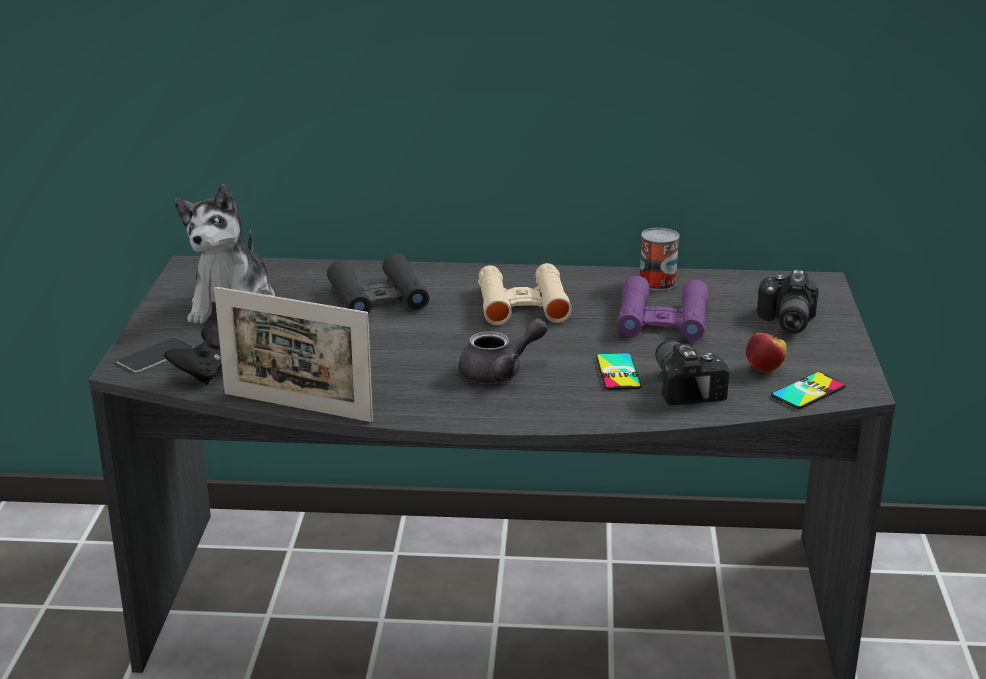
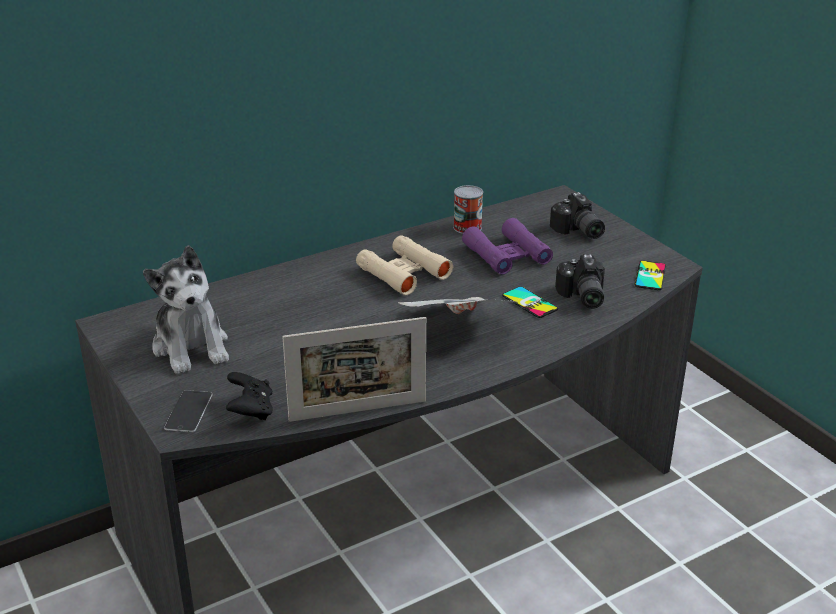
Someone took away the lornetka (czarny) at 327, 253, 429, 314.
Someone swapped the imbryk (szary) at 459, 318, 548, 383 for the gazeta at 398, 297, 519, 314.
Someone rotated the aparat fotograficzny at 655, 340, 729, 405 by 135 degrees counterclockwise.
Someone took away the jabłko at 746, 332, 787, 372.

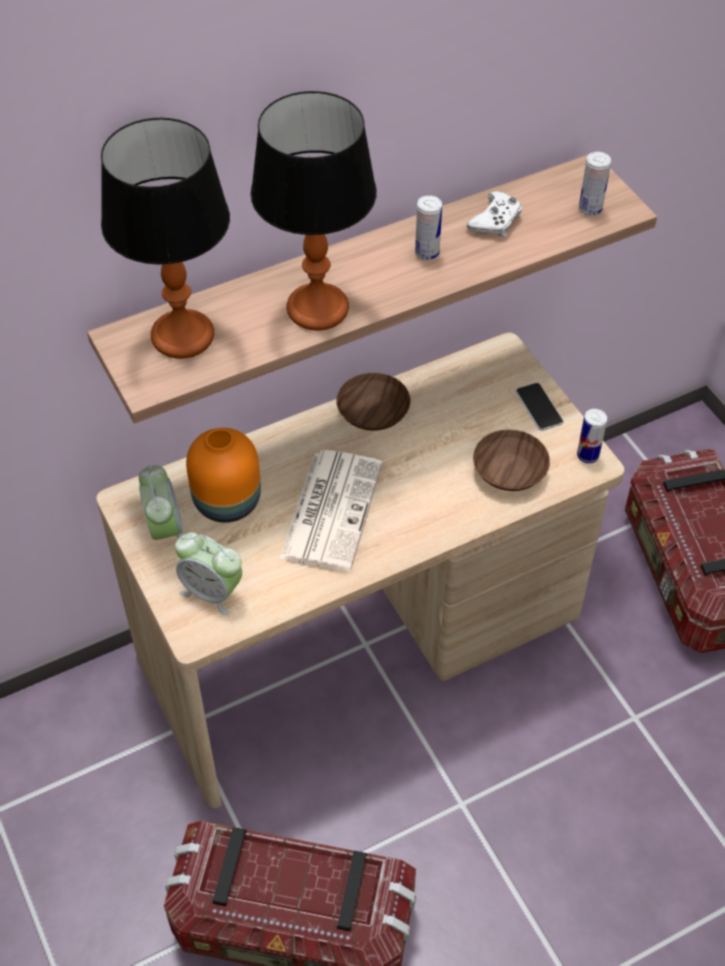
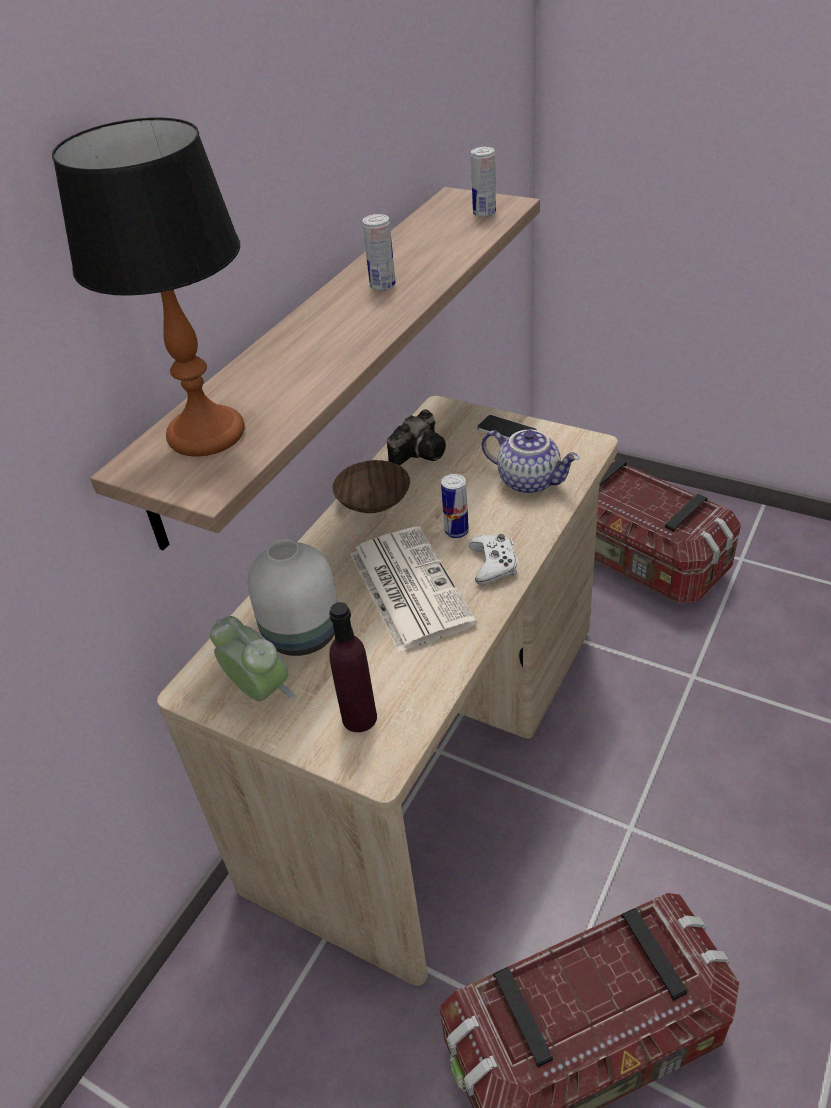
Someone swapped the budzik at 175, 532, 242, 616 for the butelka (fioletowy) at 329, 602, 377, 732.
Someone repainted the wazon (pomarańczowy) at 186, 428, 261, 523, which became the wazon (biały) at 247, 539, 338, 656.
Someone took away the lampa stołowa at 250, 91, 377, 331.
Someone carried the pad do gier (biały) from 467, 191, 522, 237 to 469, 534, 517, 585.
Someone swapped the miska (brązowy) at 473, 429, 550, 491 for the imbryk at 482, 429, 579, 494.
Someone carried the puszka from 577, 409, 607, 463 to 441, 474, 469, 538.
Someone put down the aparat fotograficzny at 387, 410, 446, 466.

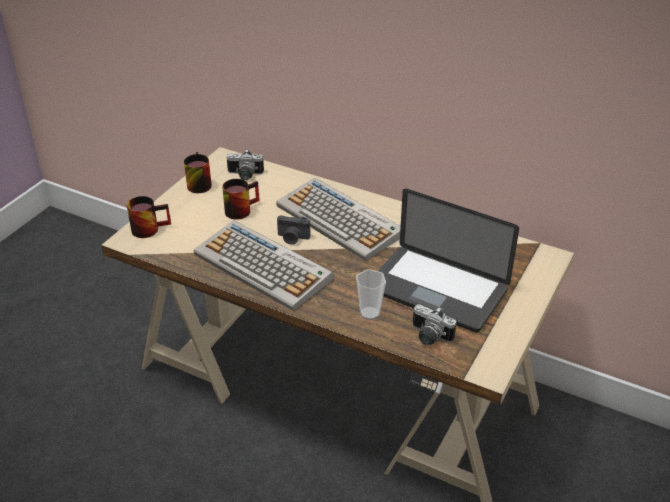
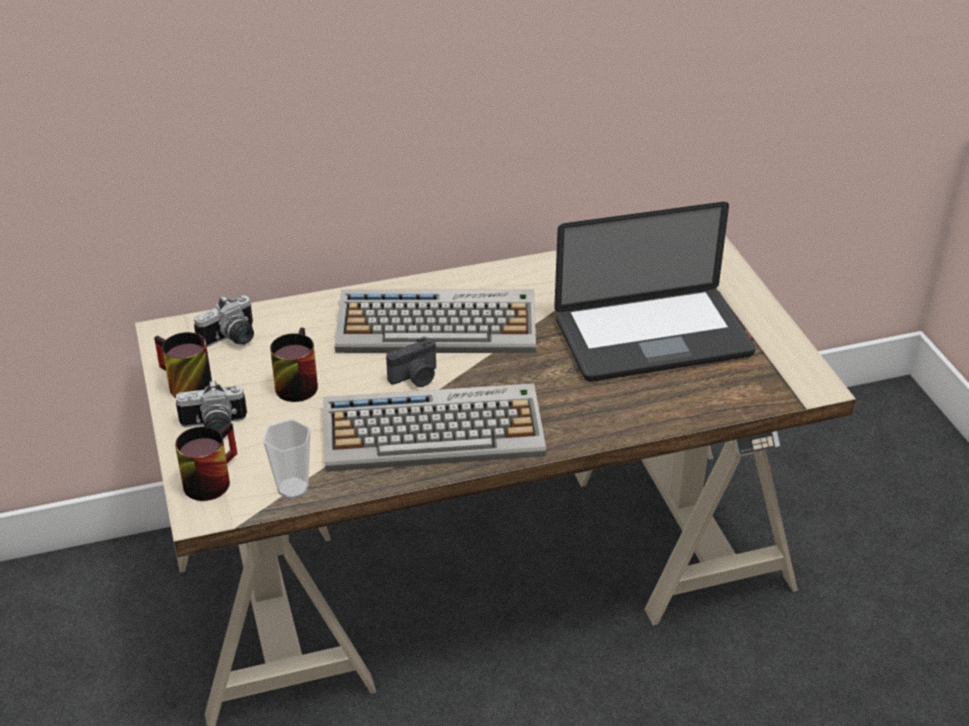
Someone carried the filiżanka from 356, 269, 386, 320 to 263, 419, 311, 499.
Someone carried the aparat fotograficzny from 413, 304, 456, 345 to 176, 380, 247, 431.

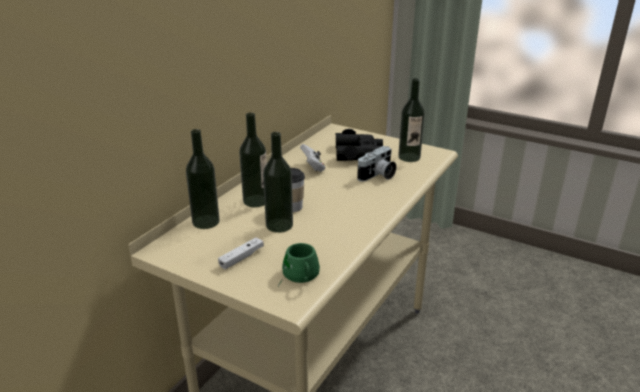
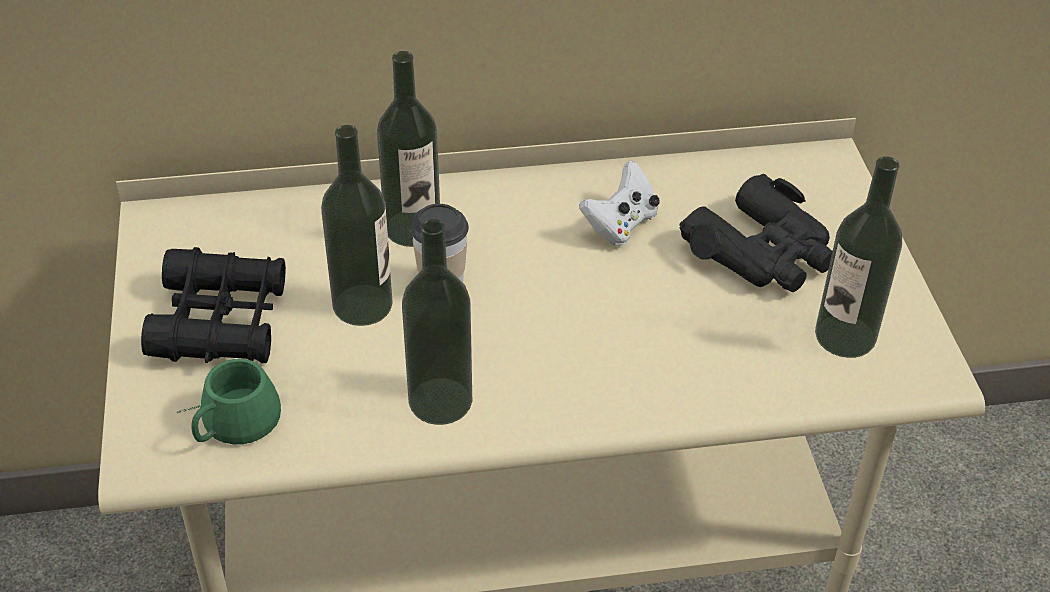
Someone carried the butelka from 186, 129, 220, 229 to 402, 219, 472, 425.
Someone swapped the pad do gier (biały) at 218, 237, 264, 269 for the lornetka (czarny) at 141, 247, 286, 363.
Someone took away the aparat fotograficzny at 357, 146, 397, 182.

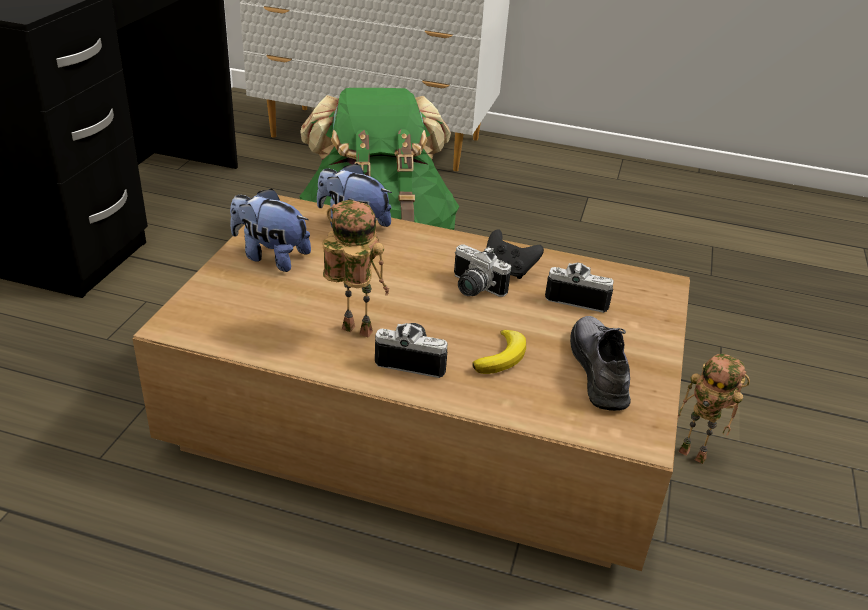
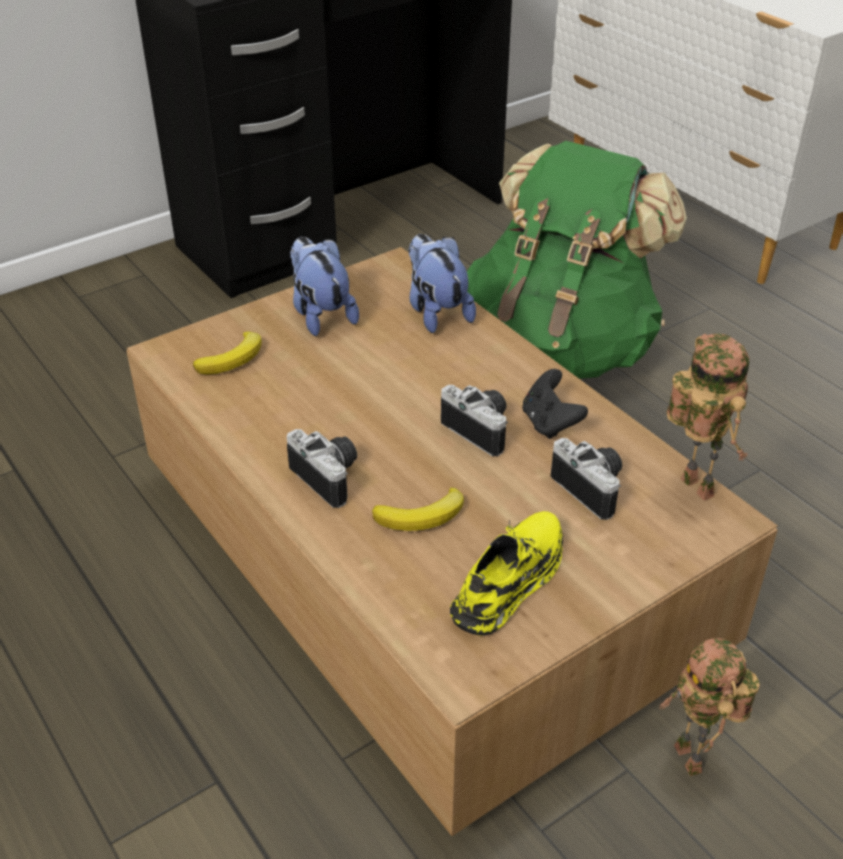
Someone carried the robot zabawkowy from 323, 200, 389, 337 to 666, 333, 749, 501.
Someone rotated the aparat fotograficzny at 454, 244, 511, 297 by 150 degrees clockwise.
Someone repainted the but (szary) at 570, 316, 631, 411, which became the but (żółty) at 450, 511, 563, 636.
Someone put down the banan at 193, 331, 262, 374.

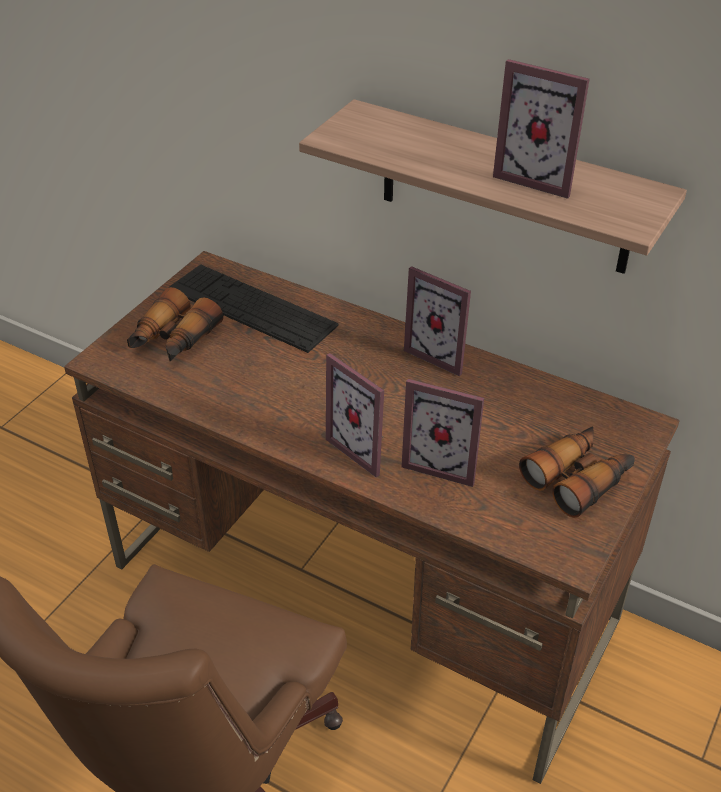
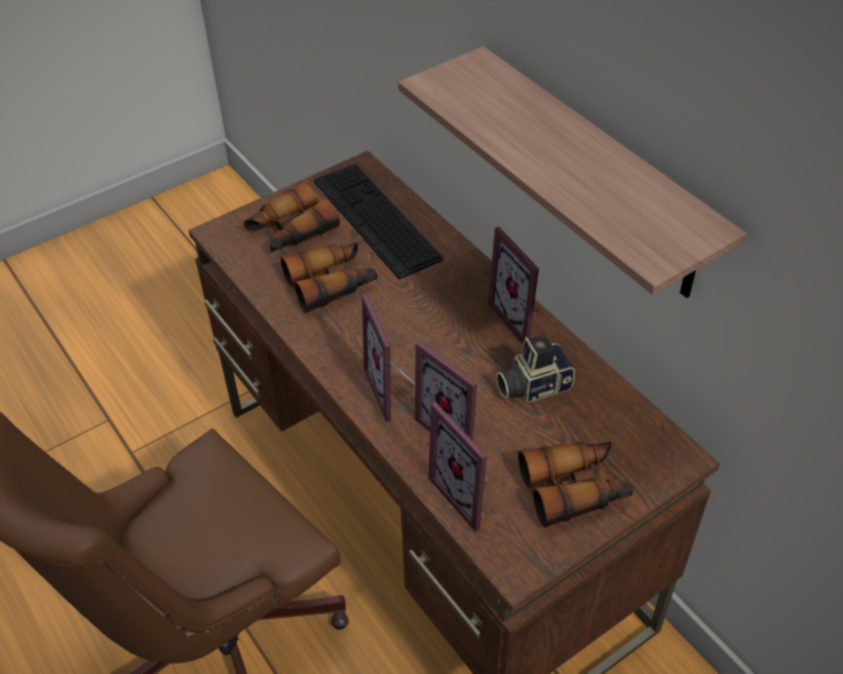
Someone carried the ramka na zdjęcie from 493, 59, 590, 199 to 428, 402, 490, 532.
Someone put down the lornetka at 280, 242, 377, 313.
Someone put down the aparat fotograficzny at 496, 335, 575, 403.

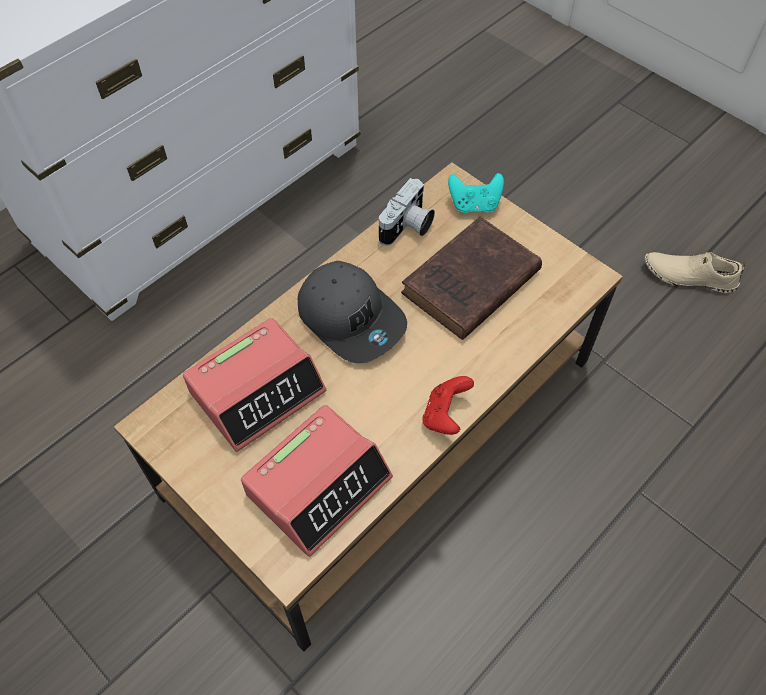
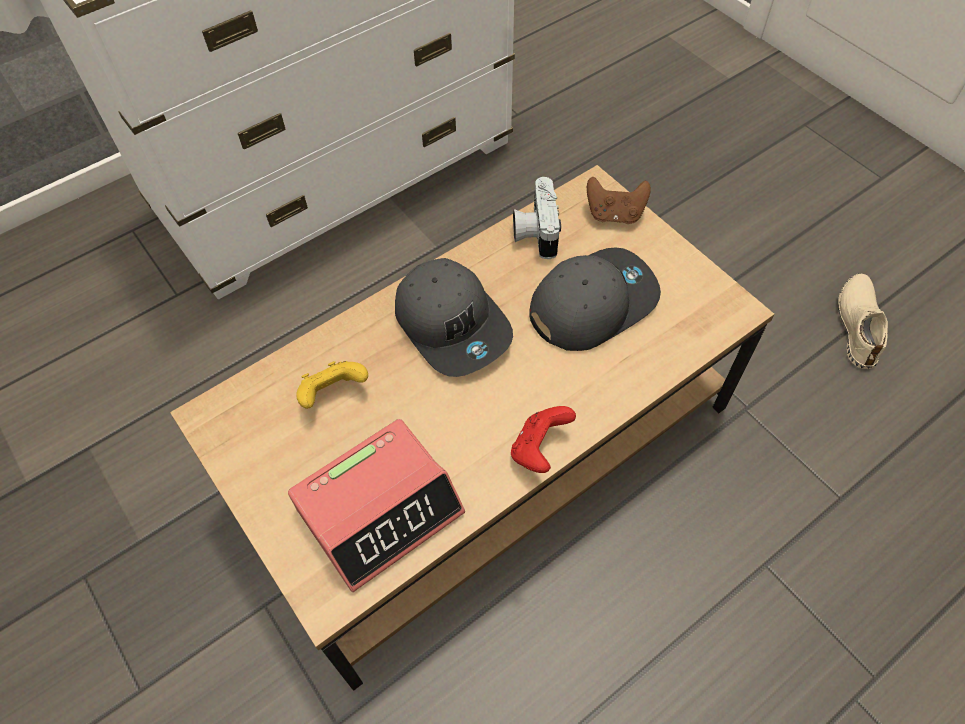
Someone swapped the budzik at 183, 318, 326, 452 for the pad do gier (żółty) at 296, 361, 368, 409.
Someone rotated the aparat fotograficzny at 379, 178, 435, 246 by 135 degrees clockwise.
Someone swapped the książka (brązowy) at 401, 217, 542, 340 for the czapka z daszkiem (szary) at 530, 247, 661, 351.
Someone repainted the pad do gier (turkusowy) at 448, 173, 504, 213, which became the pad do gier (brązowy) at 587, 177, 651, 224.
Someone rotated the but (beżowy) at 645, 252, 745, 293 by 75 degrees clockwise.

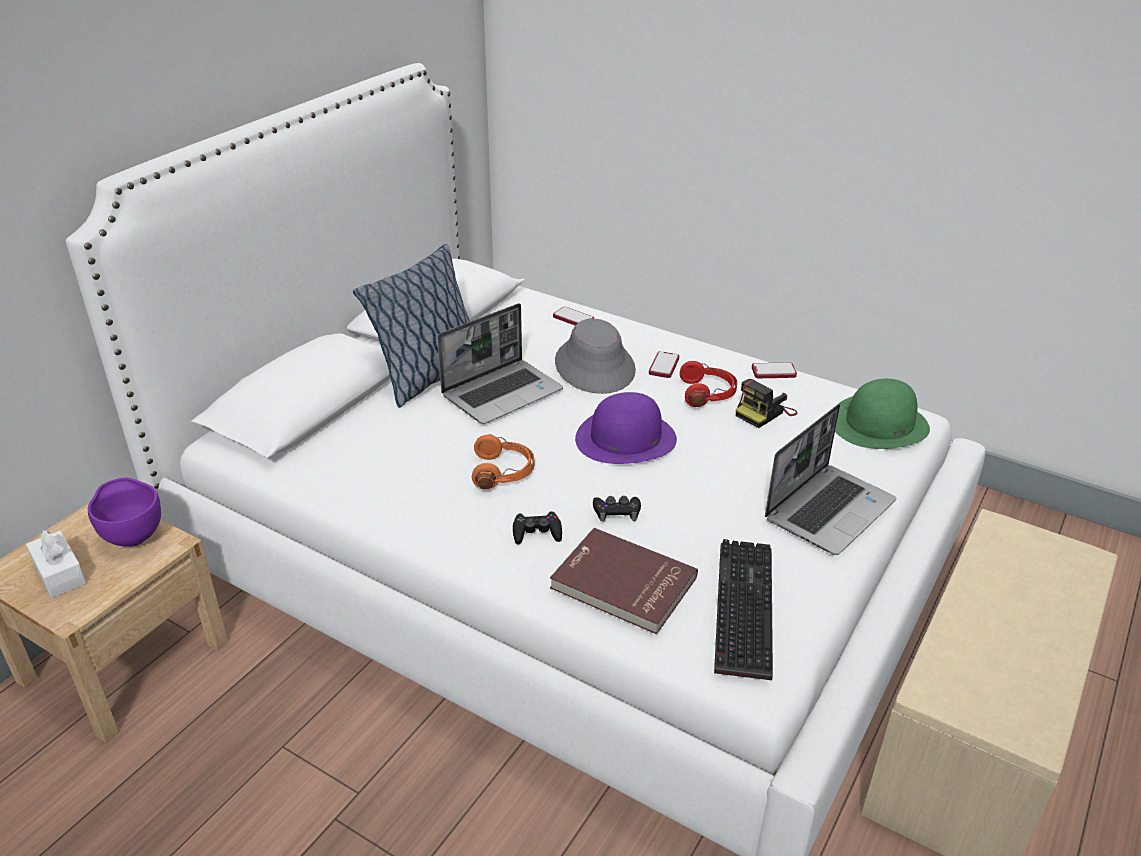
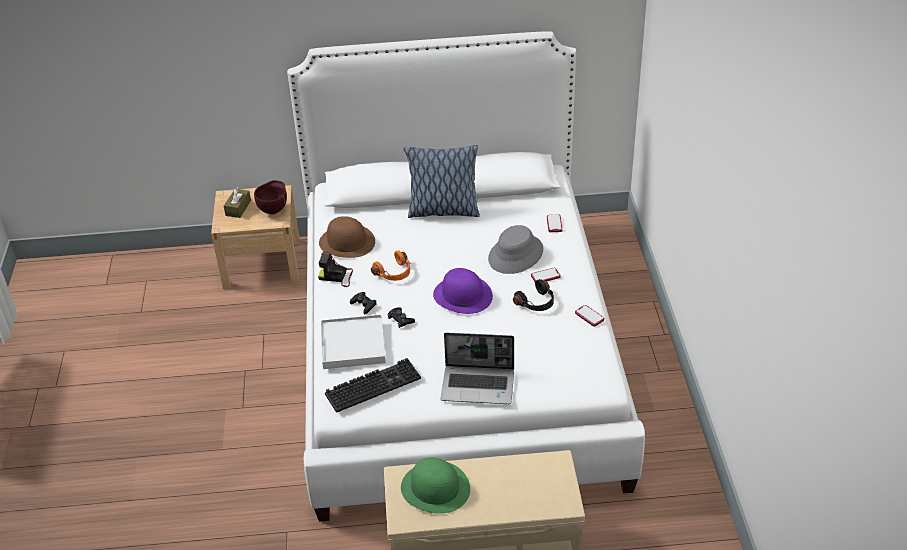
Someone repainted the pudełko chusteczek (biały) at 26, 530, 86, 598, which became the pudełko chusteczek (brązowy) at 224, 187, 251, 218.
Someone repainted the miska (fioletowy) at 88, 478, 161, 546, which became the miska (brązowy) at 254, 180, 287, 214.
Someone took away the laptop at 437, 303, 563, 424.
Someone swapped the książka (czerwony) at 550, 528, 698, 634 for the taca (biały) at 321, 314, 386, 369.
Someone repainted the słuchawki (czerwony) at 680, 361, 737, 407, which became the słuchawki (czarny) at 513, 279, 554, 311.
Someone carried the aparat fotograficzny from 736, 379, 798, 428 to 318, 251, 353, 287.
Someone carried the kapelusz (zielony) from 835, 379, 930, 449 to 401, 457, 470, 514.
Someone put down the kapelusz (brązowy) at 319, 216, 375, 258.

